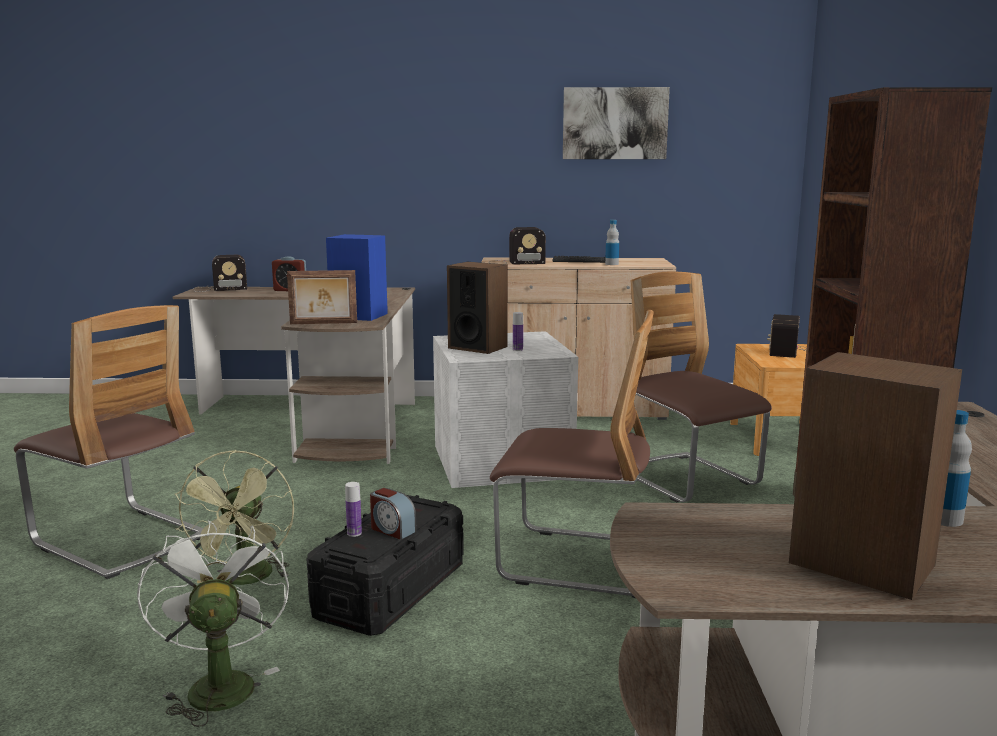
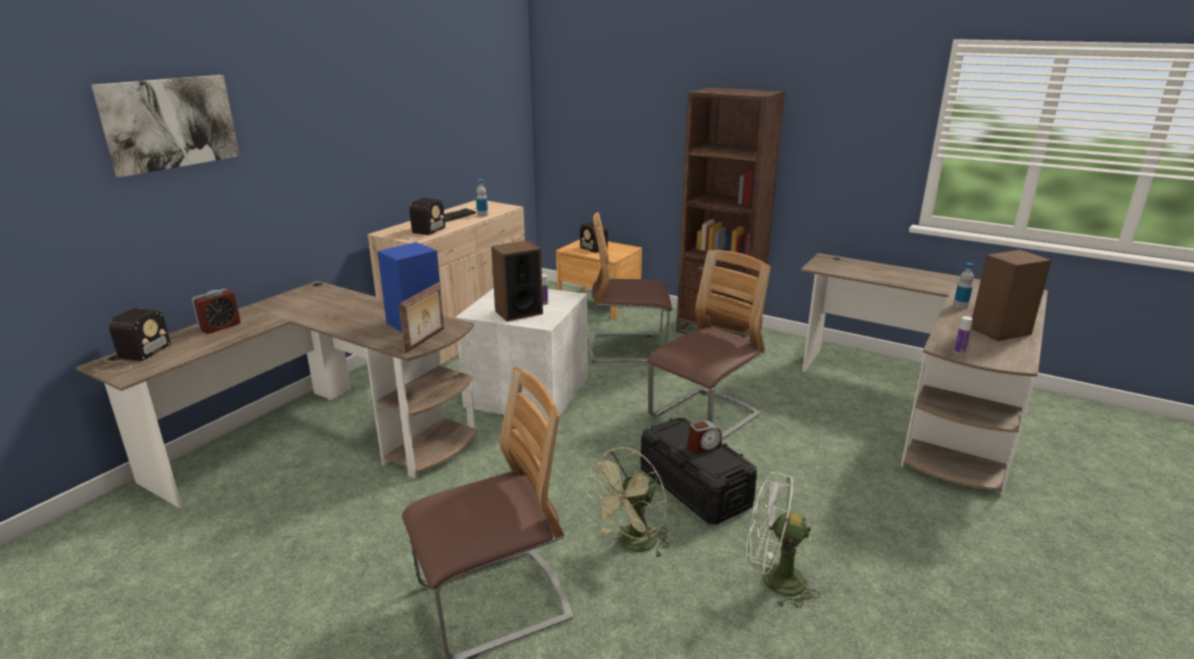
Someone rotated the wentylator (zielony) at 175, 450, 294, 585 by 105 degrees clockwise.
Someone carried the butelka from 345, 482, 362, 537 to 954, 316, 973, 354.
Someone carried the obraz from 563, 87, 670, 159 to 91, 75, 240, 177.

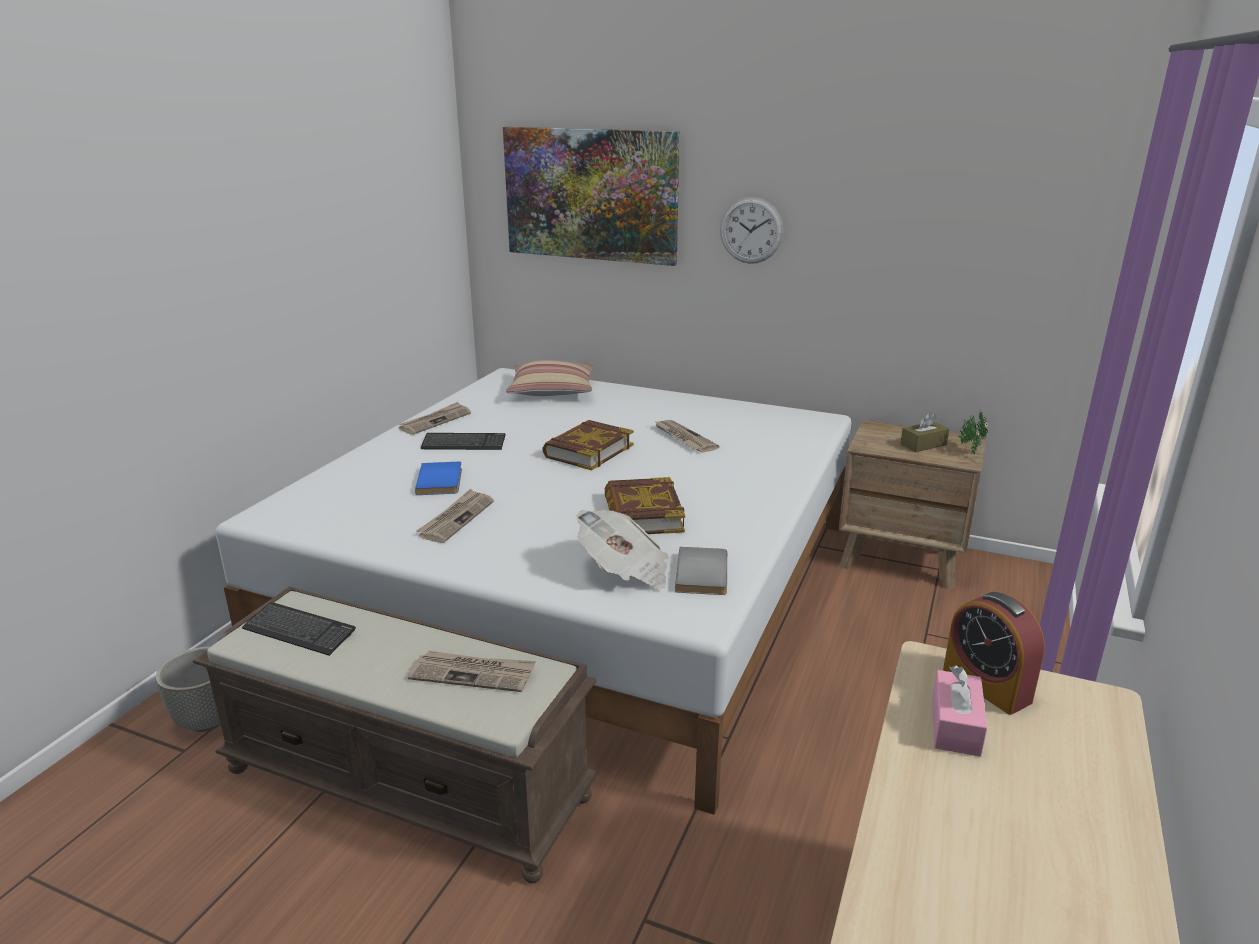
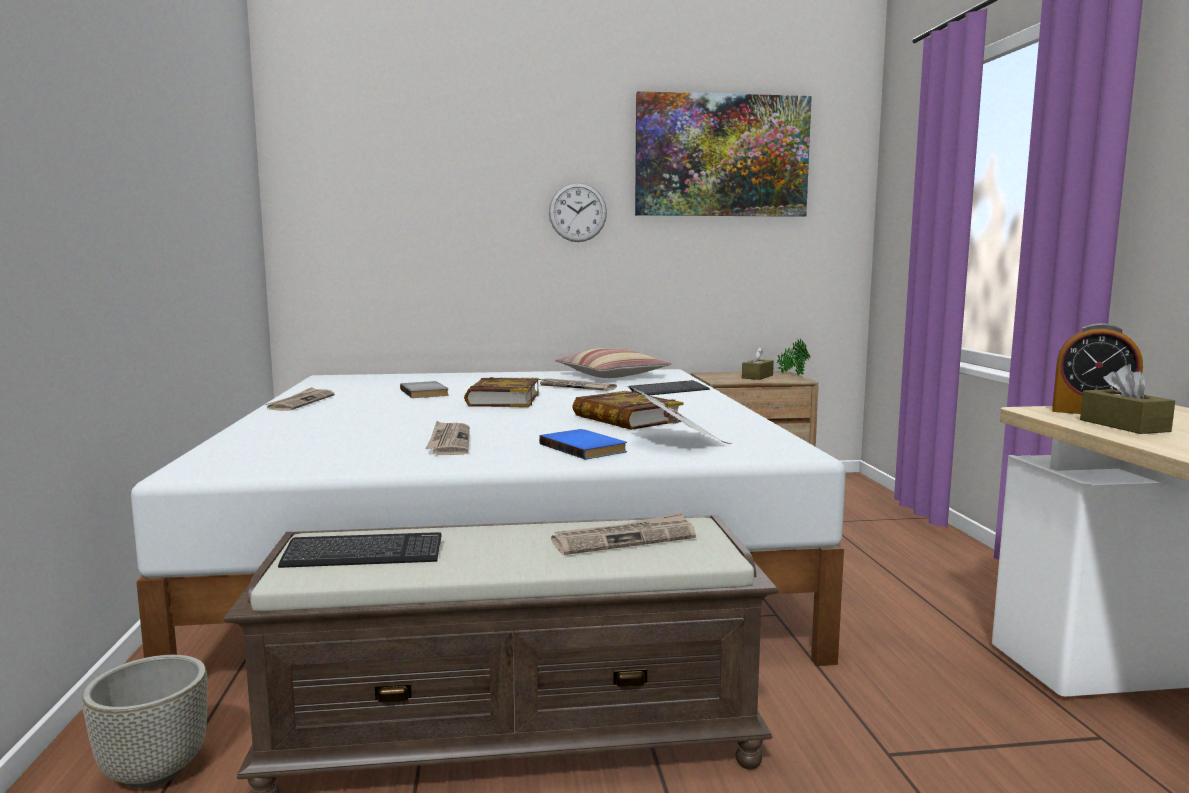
Someone carried the książka (niebieski) from 415, 462, 462, 495 to 539, 429, 627, 460.
Someone carried the klawiatura from 421, 433, 505, 450 to 628, 380, 710, 395.
Someone carried the obraz from 503, 127, 680, 266 to 635, 91, 812, 217.
Someone carried the poduszka from 506, 360, 594, 396 to 555, 348, 671, 378.
Someone carried the książka (szary) from 675, 547, 727, 595 to 400, 381, 449, 398.
Someone repainted the pudełko chusteczek (różowy) at 932, 666, 987, 757, which became the pudełko chusteczek (brązowy) at 1080, 365, 1175, 434.

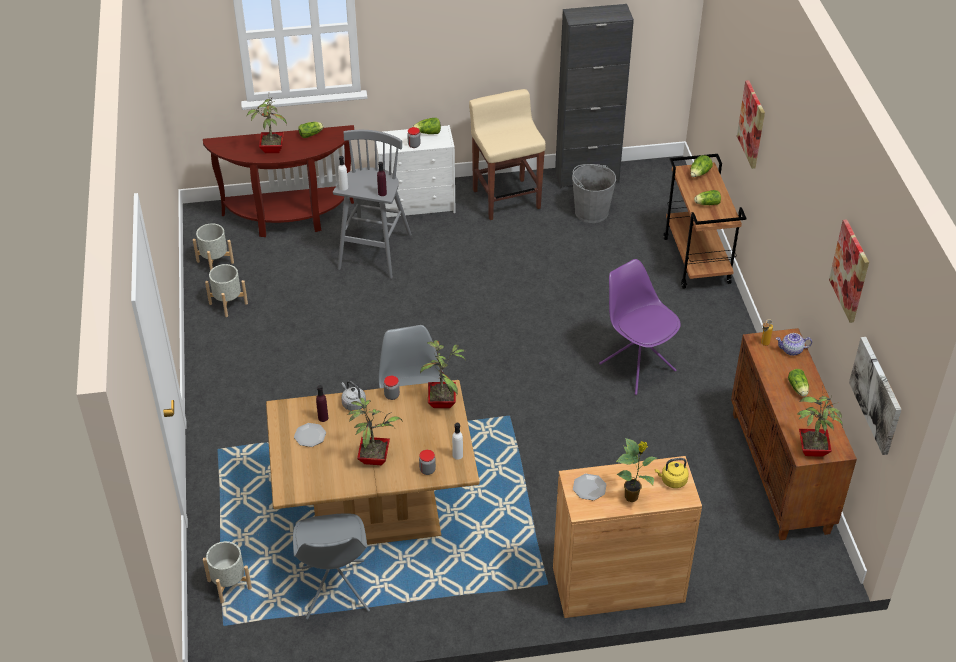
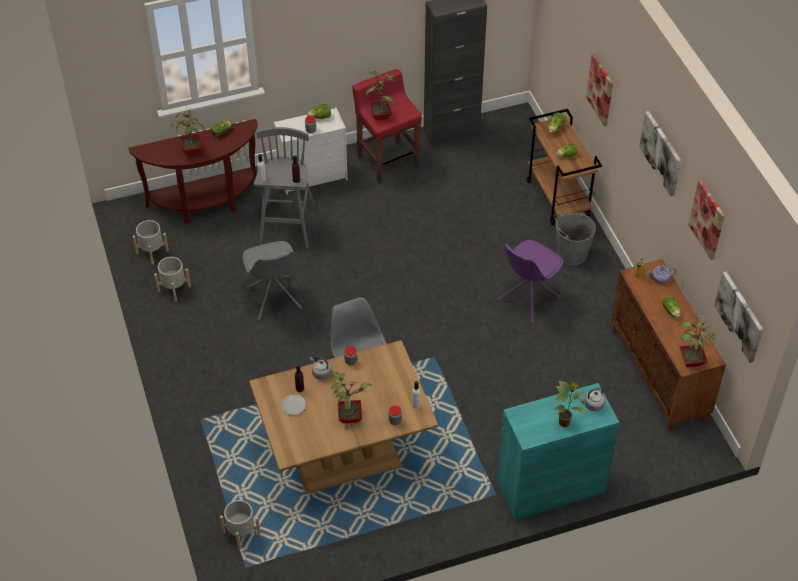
Someone carried the krzesło (szary) from 293, 513, 370, 620 to 243, 241, 302, 320.
Someone carried the roślina doniczkowa from 420, 340, 466, 408 to 365, 71, 396, 121.
Someone repainted the stołek (beżowy) at 469, 89, 546, 220, which became the stołek (czerwony) at 352, 69, 422, 183.
Someone repainted the szafka (brązowy) at 553, 456, 702, 618, which became the szafka (turkusowy) at 497, 383, 619, 520.
Someone carried the wiadro (szary) from 572, 164, 616, 223 to 555, 213, 596, 265.
Someone took away the talerz at 573, 474, 606, 500.
Someone rotated the krzesło (fioletowy) at 599, 259, 681, 395 by 90 degrees counterclockwise.
Someone repainted the czajnik (żółty) at 655, 458, 689, 488, which became the czajnik (szary) at 579, 387, 606, 411.
Someone put up the obraz at 639, 111, 681, 196.

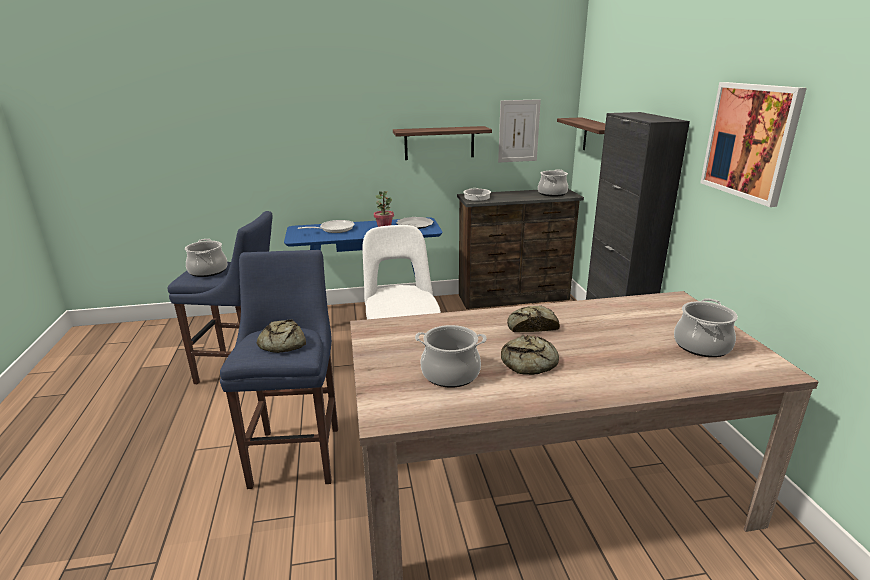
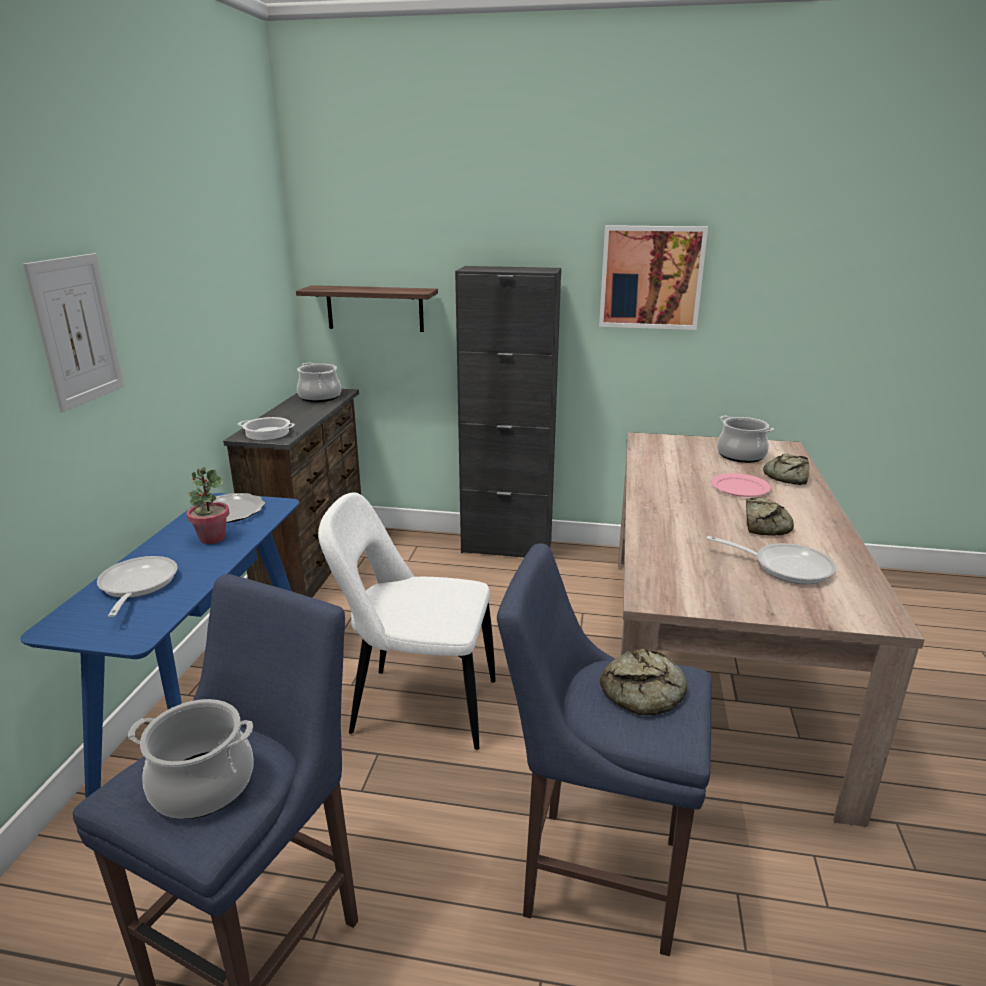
Someone took away the półka at 393, 126, 492, 160.
Someone swapped the garnek at 415, 325, 487, 388 for the patelnia at 706, 536, 836, 584.
Someone carried the obraz from 498, 99, 541, 162 to 23, 253, 124, 412.
Someone carried the chleb from 507, 306, 560, 332 to 763, 454, 810, 485.
Someone put down the talerz (różowy) at 711, 473, 771, 497.

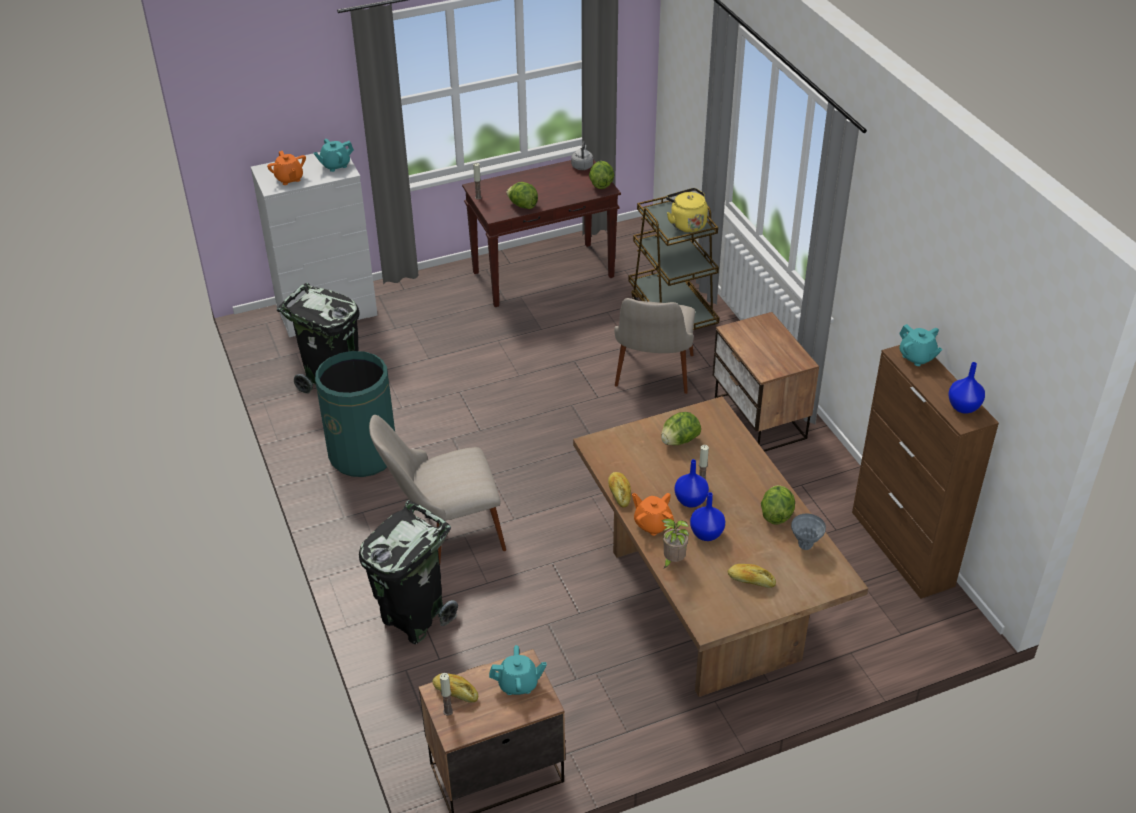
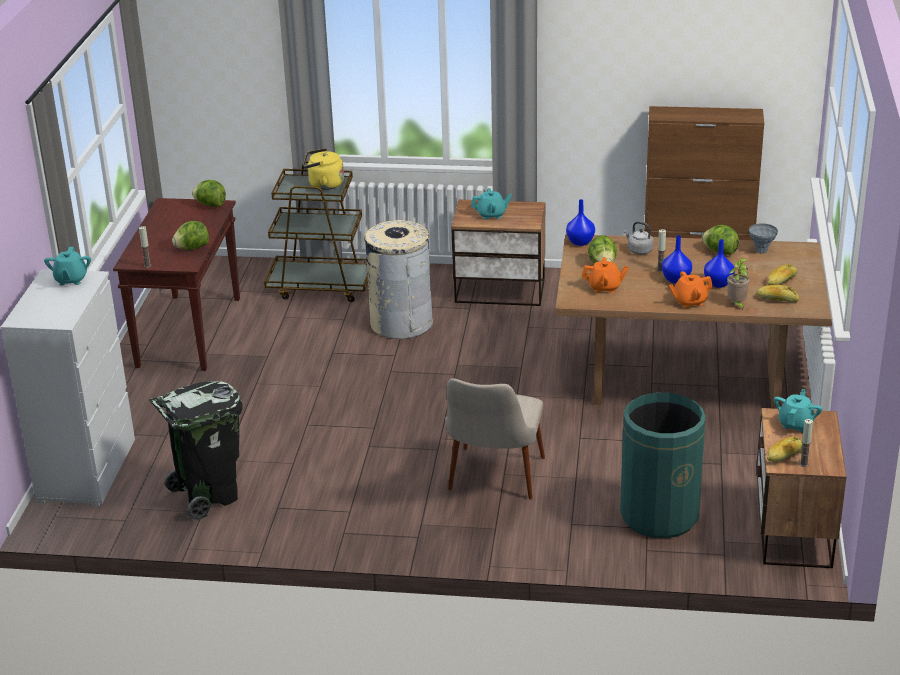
Someone carried the imbryk (pomarańczowy) from 267, 151, 306, 185 to 582, 257, 629, 293.
Someone carried the kosz na śmieci (zielony) from 315, 351, 395, 477 to 620, 392, 706, 538.
Someone took away the kosz na śmieci (czarny) at 359, 500, 458, 644.
Someone carried the czajnik (szary) from 571, 141, 593, 170 to 624, 222, 654, 255.
Someone carried the chleb from 608, 472, 631, 508 to 756, 285, 799, 303.
Someone swapped the krzesło (beżowy) at 614, 298, 695, 394 for the kosz na śmieci (beżowy) at 365, 220, 433, 339.
Someone carried the imbryk (turkusowy) from 899, 324, 943, 366 to 471, 188, 512, 220.
Someone carried the wazon (niebieski) from 948, 362, 985, 414 to 566, 199, 595, 246.

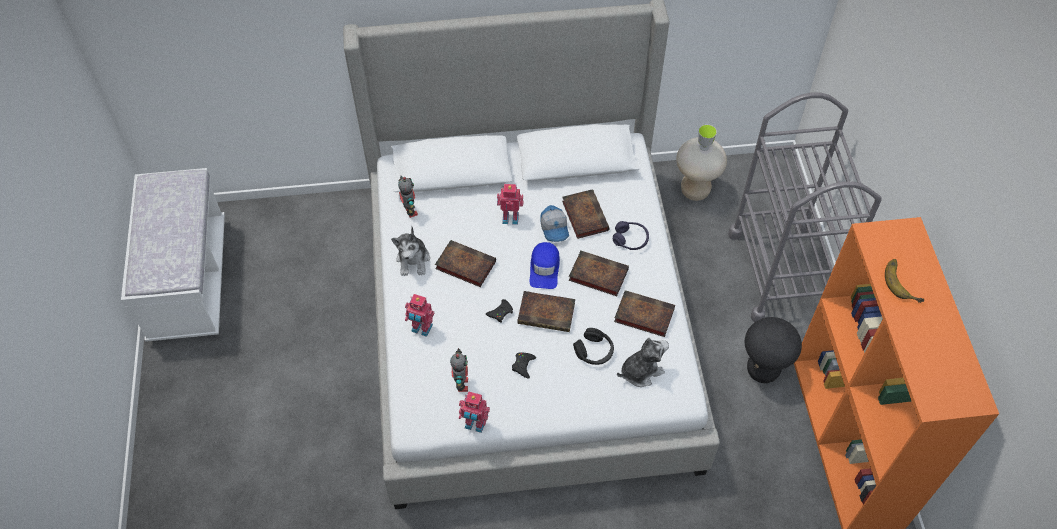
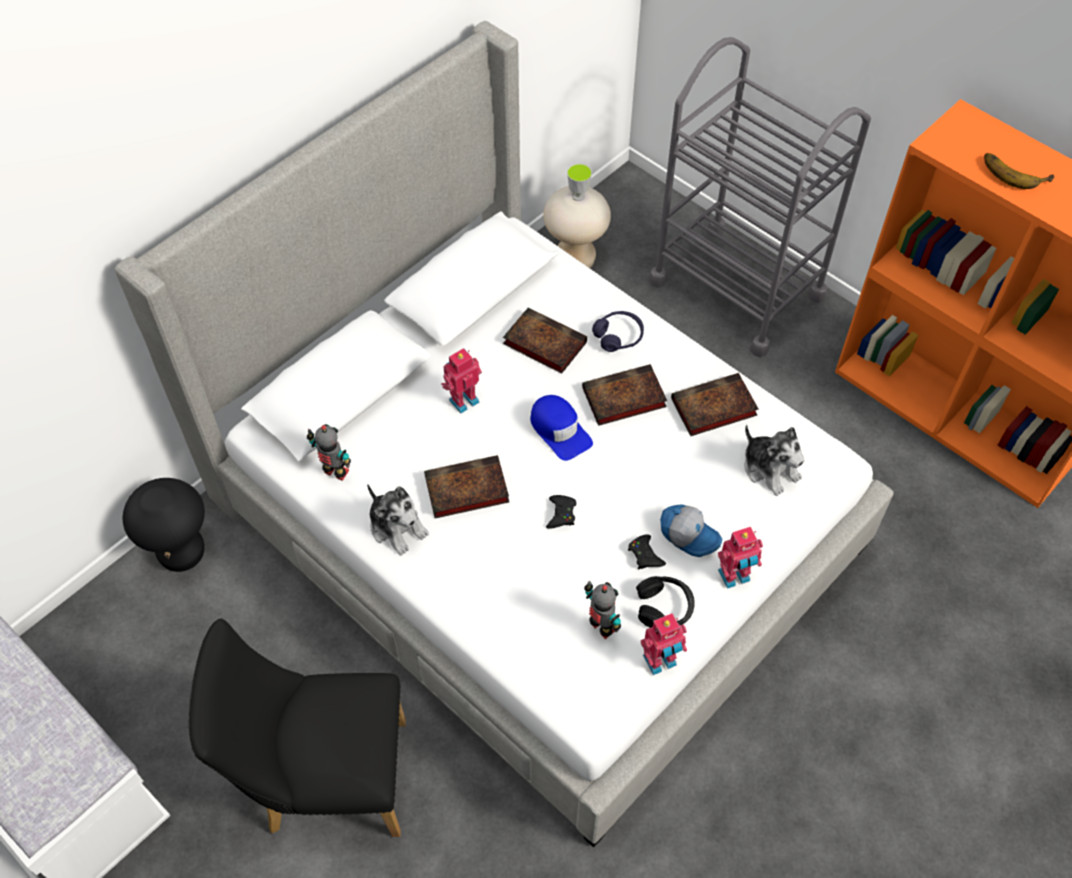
Someone carried the robot zabawkowy from 405, 294, 434, 337 to 718, 527, 763, 589.
Someone took away the książka at 517, 291, 575, 332.
Someone carried the czapka z daszkiem from 540, 205, 569, 242 to 660, 504, 722, 557.
Someone carried the słuchawki (czarny) from 573, 328, 614, 365 to 636, 576, 695, 628.
Someone rotated the pluszak at 617, 338, 669, 387 by 120 degrees clockwise.
Someone carried the stołek (czarny) from 745, 317, 802, 383 to 123, 478, 205, 572.
Someone put down the krzesło (czarny) at 189, 618, 406, 837.

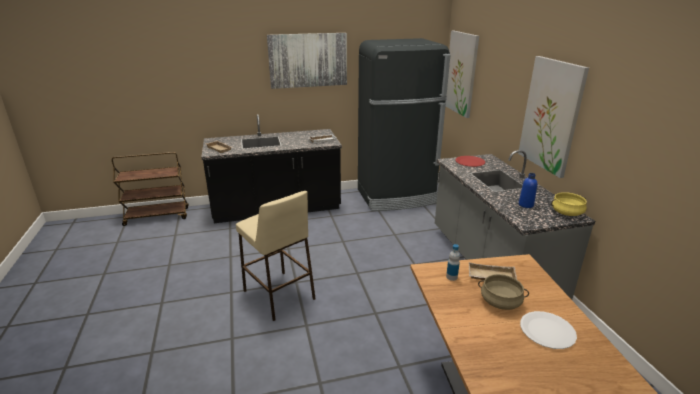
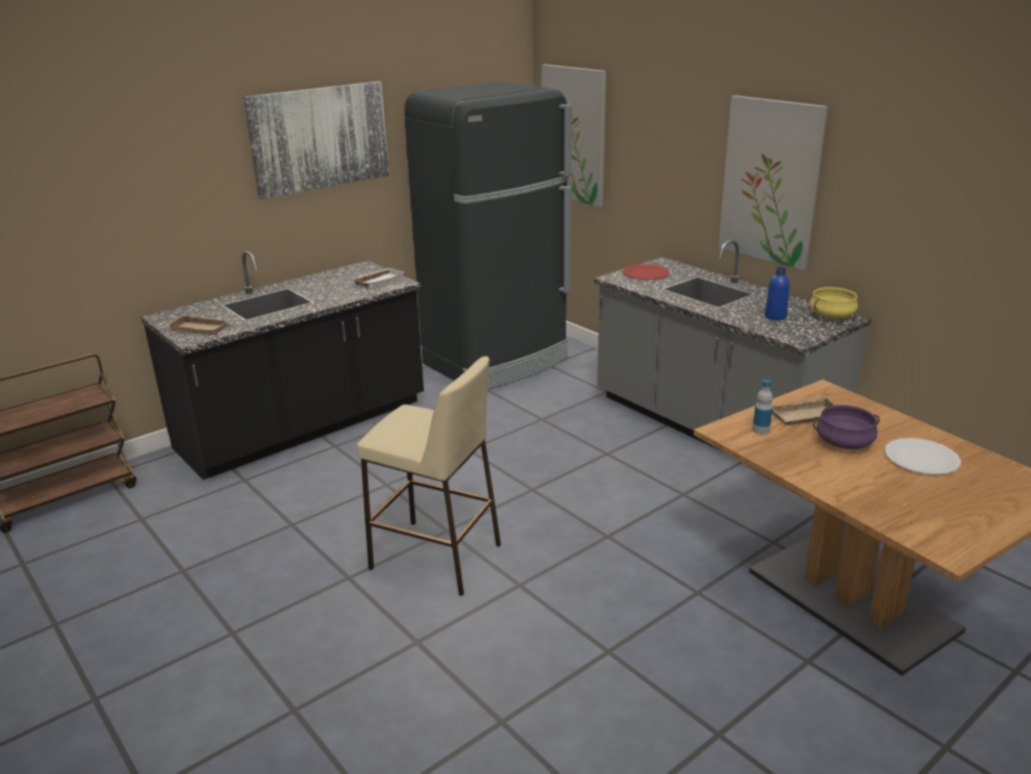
Someone repainted the garnek (beżowy) at 478, 274, 529, 310, which became the garnek (fioletowy) at 813, 405, 880, 449.

